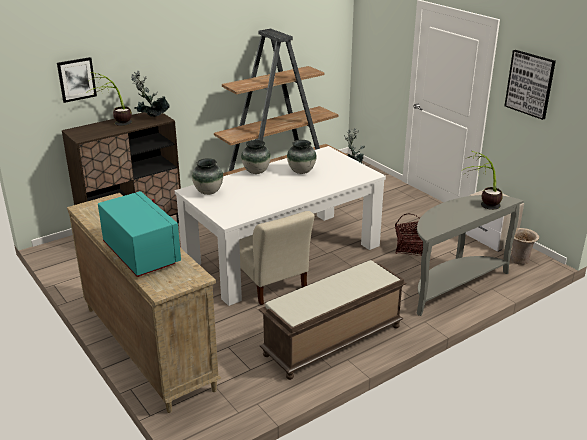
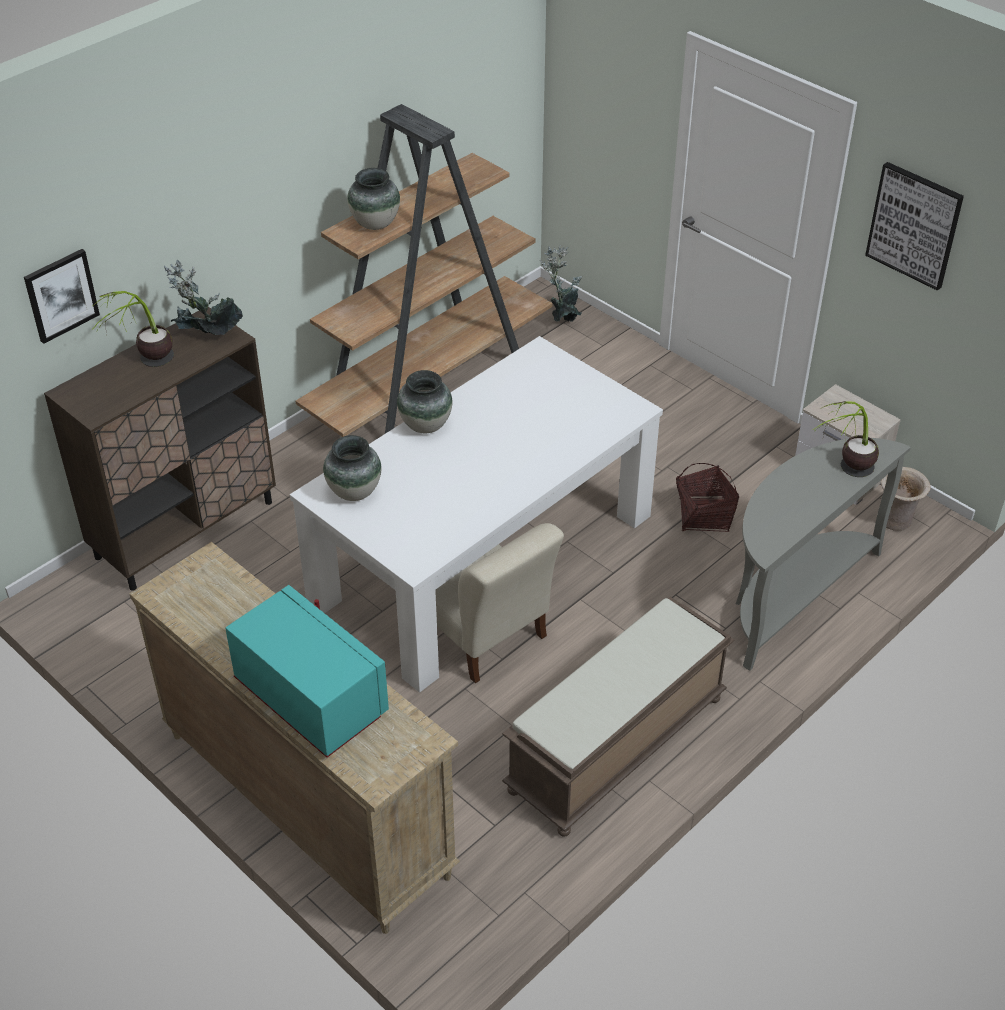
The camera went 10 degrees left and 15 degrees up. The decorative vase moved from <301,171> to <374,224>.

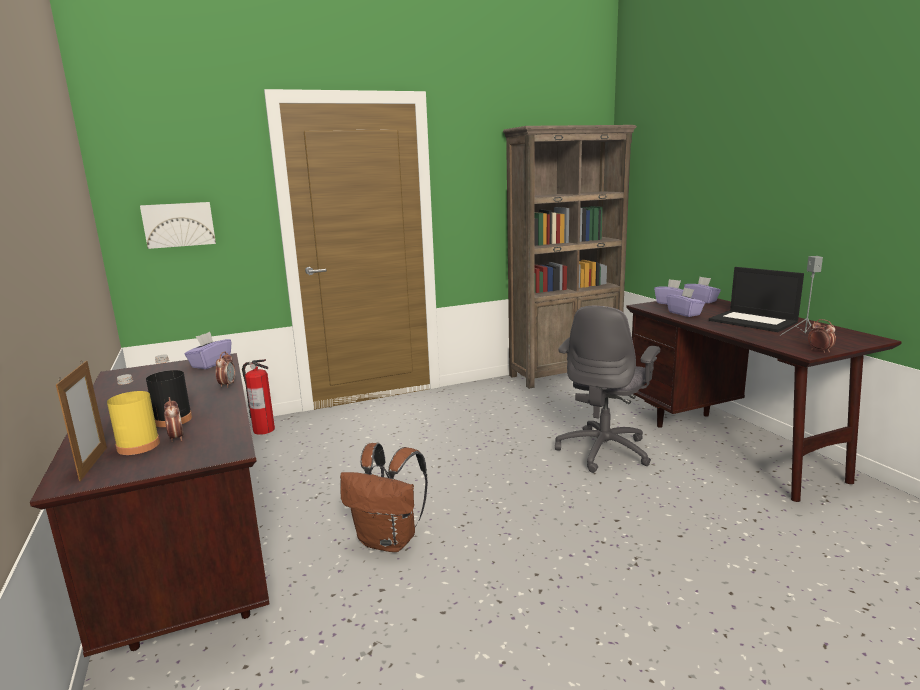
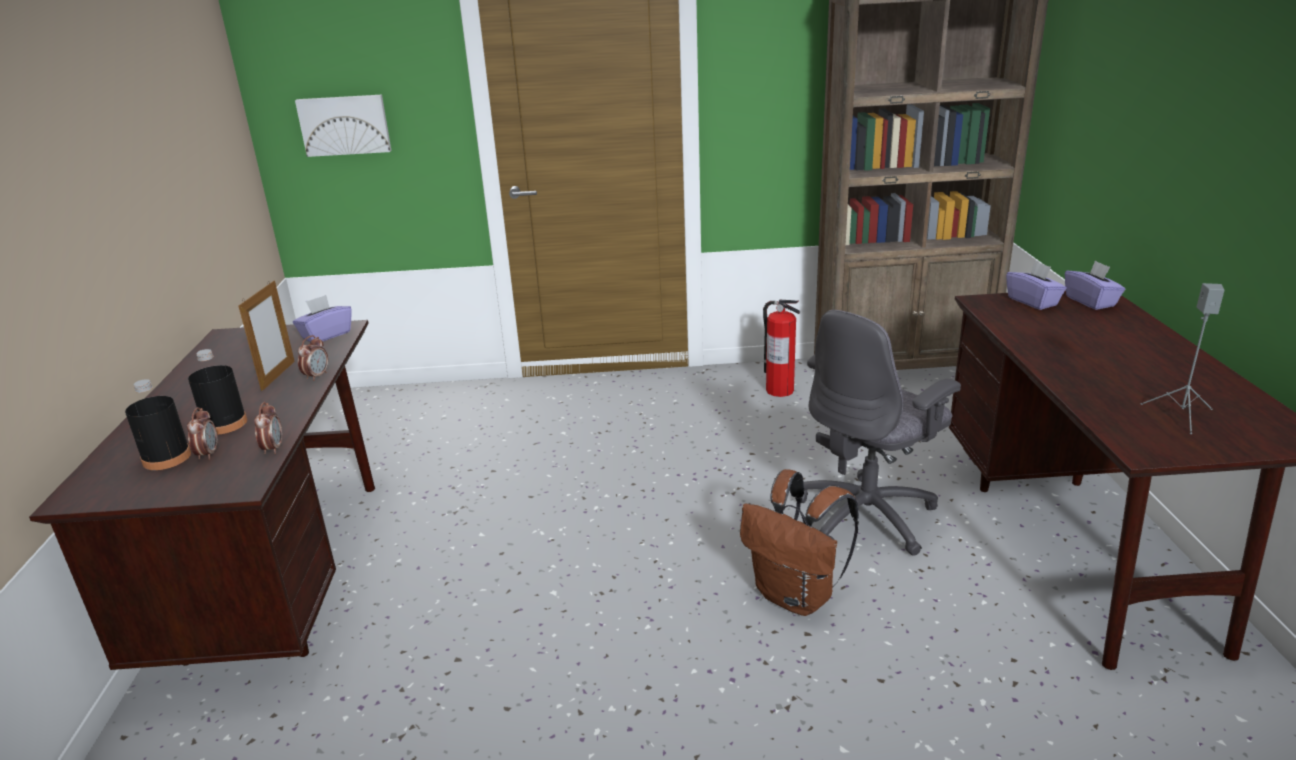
The camera went 20 degrees right and 10 degrees up. The picture frame moved from <93,463> to <278,375>. The beverage bottle/yellowish at <138,446> became the beverage bottle/blackish at <167,458>. The extinguisher moved from <263,430> to <779,390>. The knapsack/brown moved from <389,540> to <797,596>. The box of tissues/purplish at <684,313> disappeared. The notebook computer at <754,321> disappeared. The bedside clock moved from <819,351> to <273,448>.

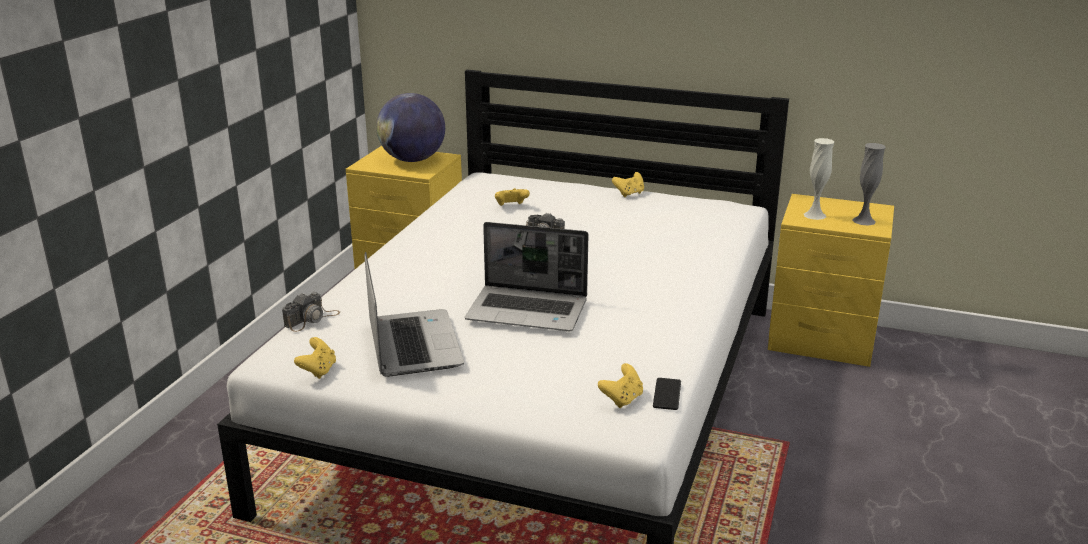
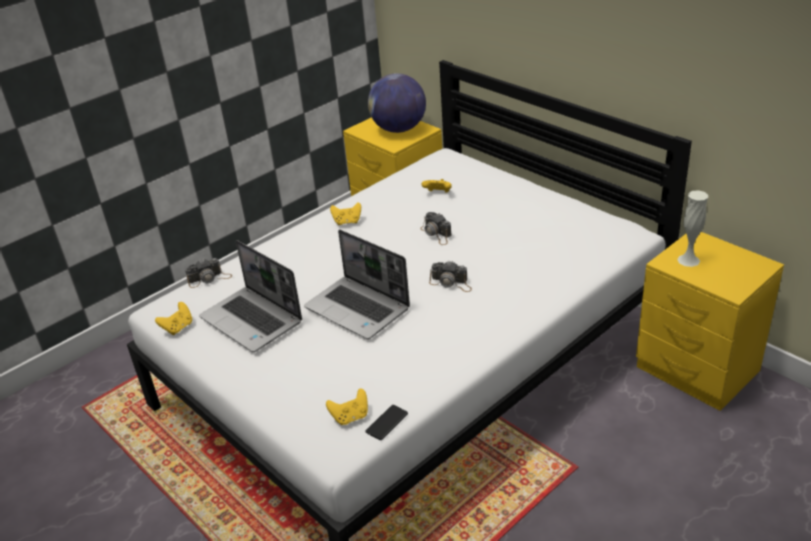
The camera went 30 degrees right and 10 degrees up. The notebook computer at <412,344> turned 120 degrees clockwise. The gamepad/yellowish moved from <629,194> to <347,222>. The decorative vase/grey at <864,221> disappeared. The photo camera at <451,283> appeared.

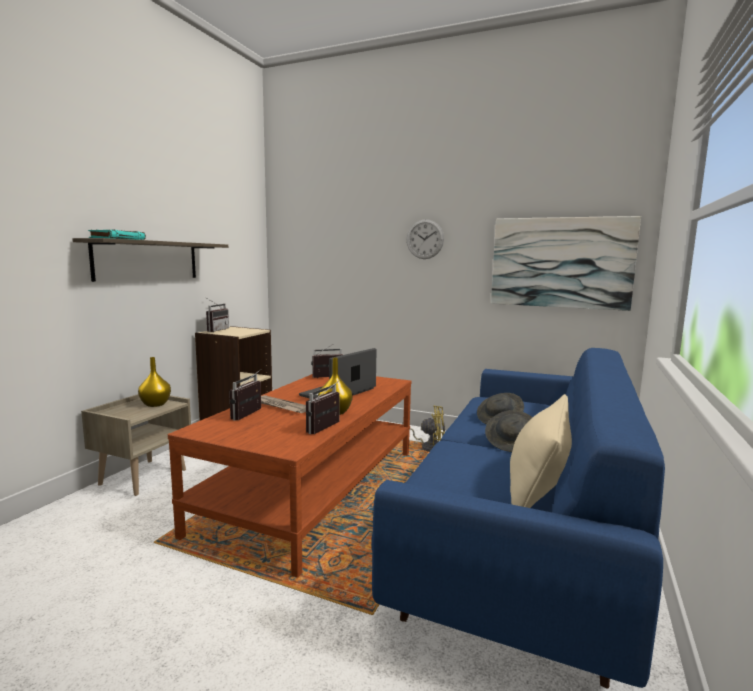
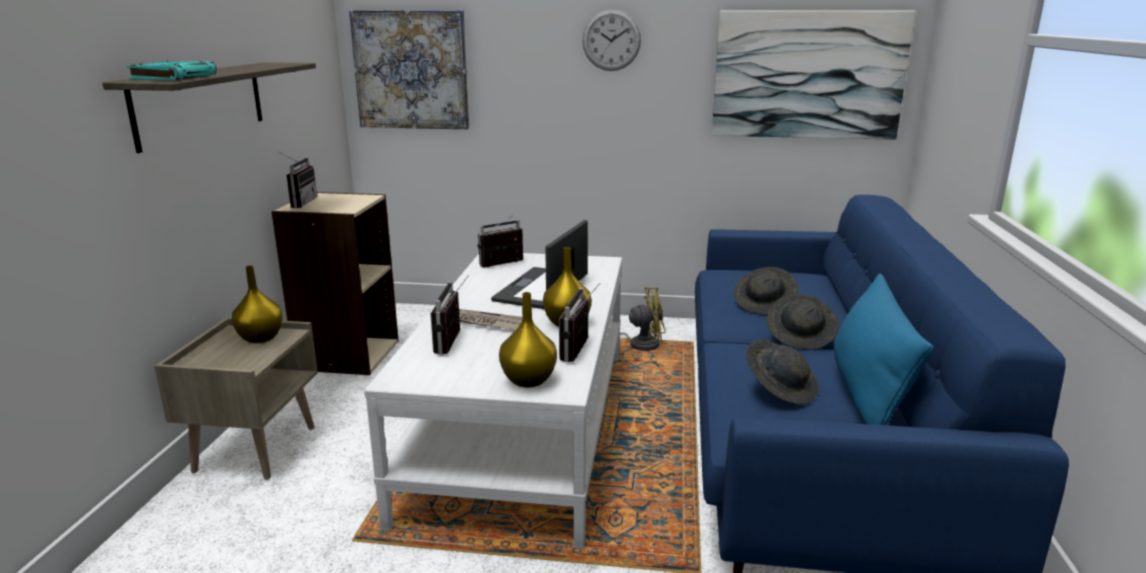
The camera went 15 degrees left and 10 degrees up. The low table/brown at <313,489> became the low table/white at <523,428>. The cushion/beige-coloured at <538,486> became the cushion/blue-coloured at <867,392>. The picture at <411,70> appeared. The decorative vase/yellowish at <529,380> appeared. The clothing hat/grey at <780,389> appeared.

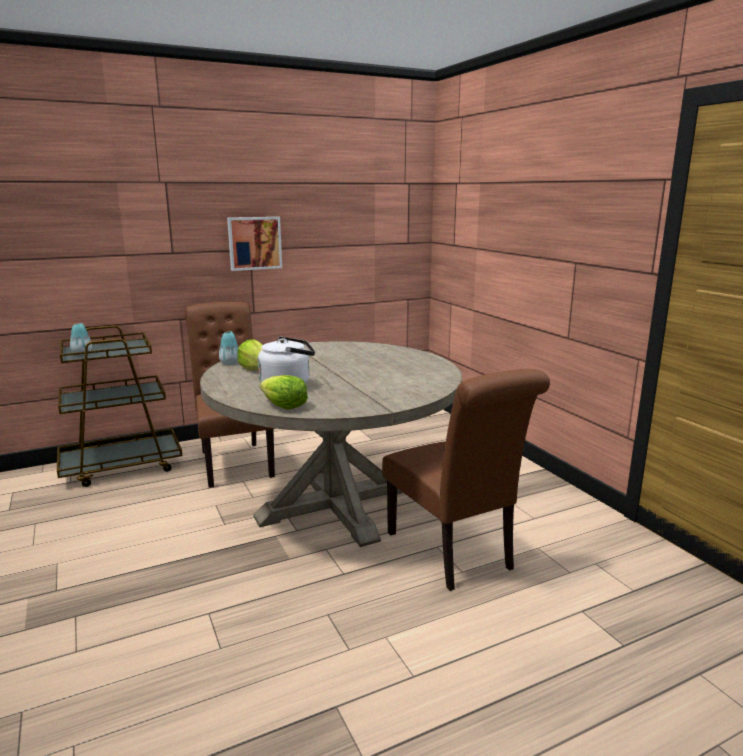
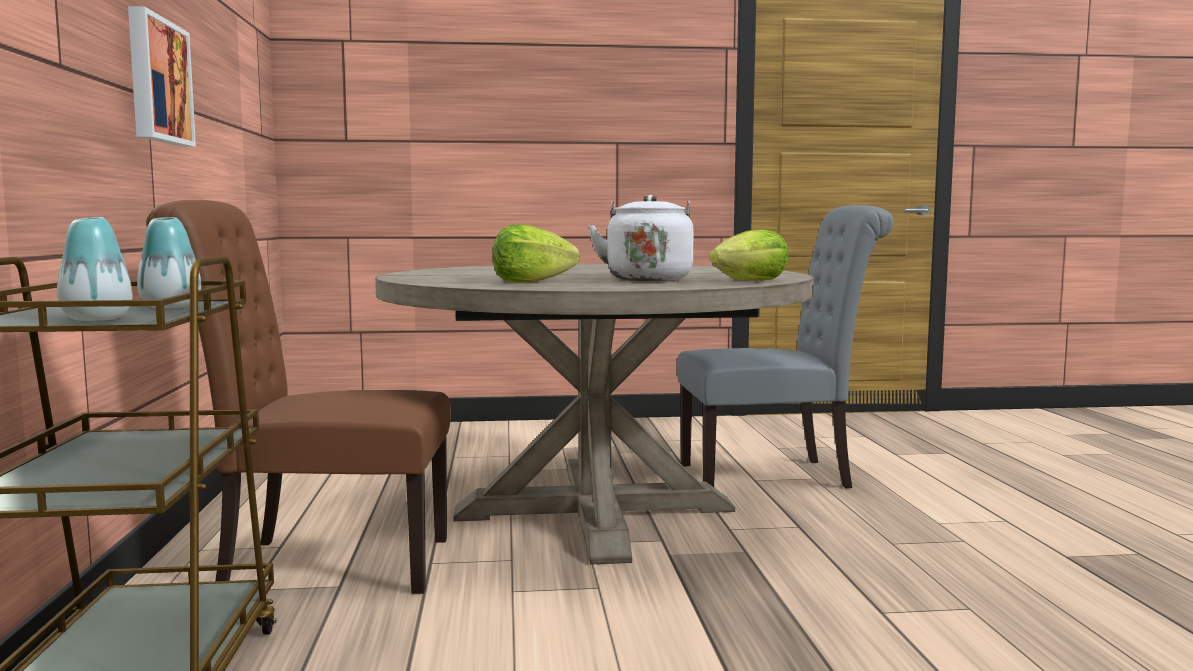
The camera went 70 degrees left and 10 degrees down. The decorative vase moved from <230,363> to <171,307>. The chair/brown at <454,554> became the chair/grey at <775,476>.

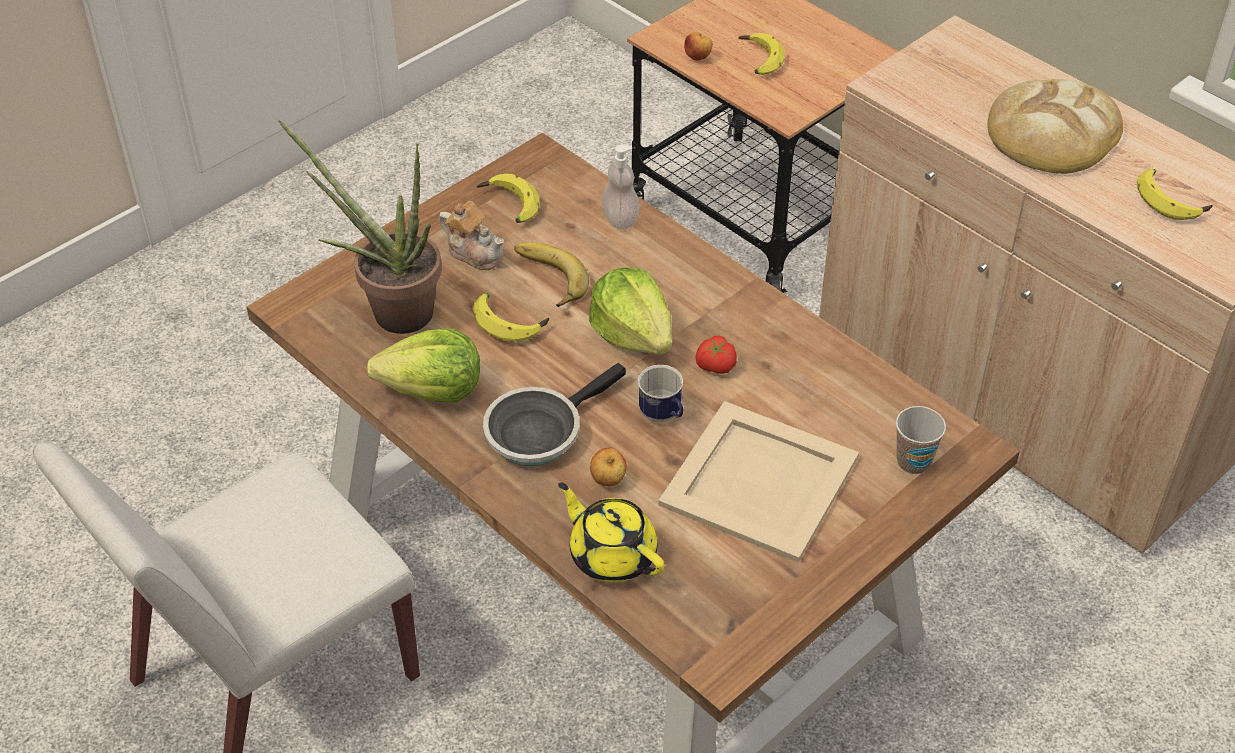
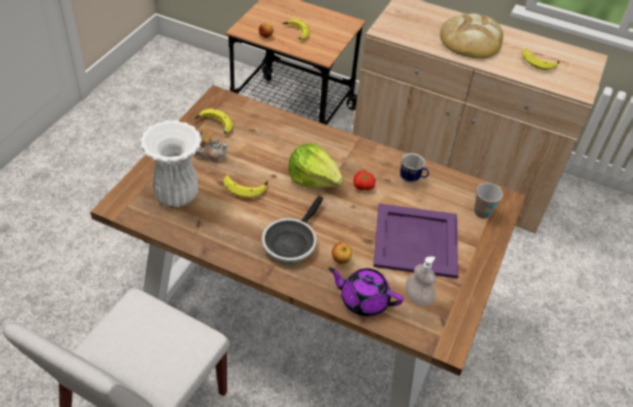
The camera went 25 degrees left and 0 degrees up. The plant in a pot at <391,310> was replaced by the decorative vase/white at <176,195>. The lettuce at <433,390> disappeared. The whole banana at <546,279> disappeared. The teapot/yellowish at <611,554> became the teapot/purplish at <363,300>. The liquid soap bottle moved from <620,219> to <418,298>. The mug moved from <663,416> to <412,179>. The serving tray/beige-coloured at <760,482> became the serving tray/purplish at <416,241>.

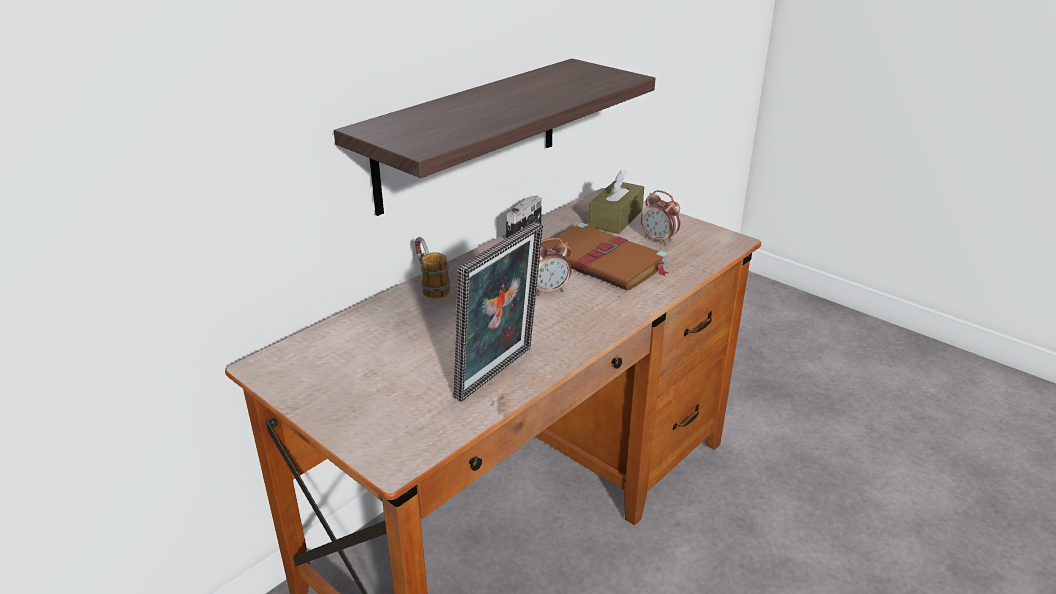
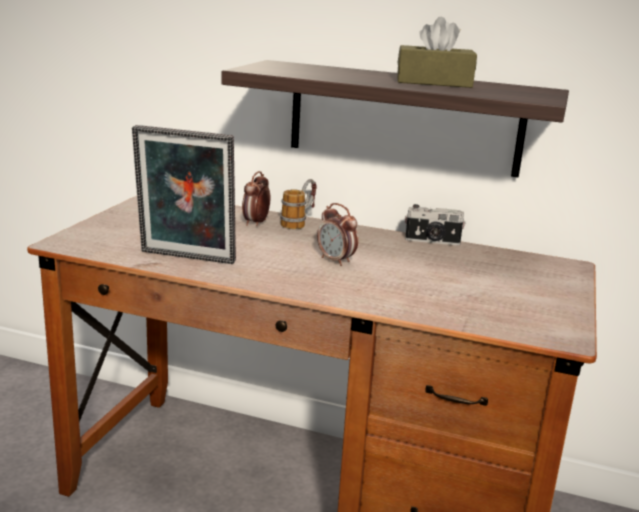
The camera went 65 degrees right and 10 degrees down. The volume/brown at <604,262> disappeared. The box of tissues/brown moved from <616,218> to <434,82>. The bedside clock moved from <659,240> to <256,223>.

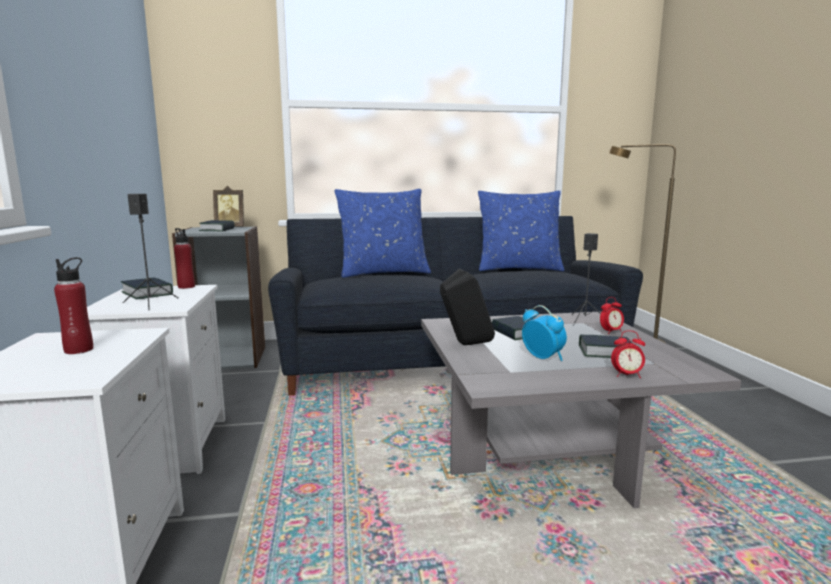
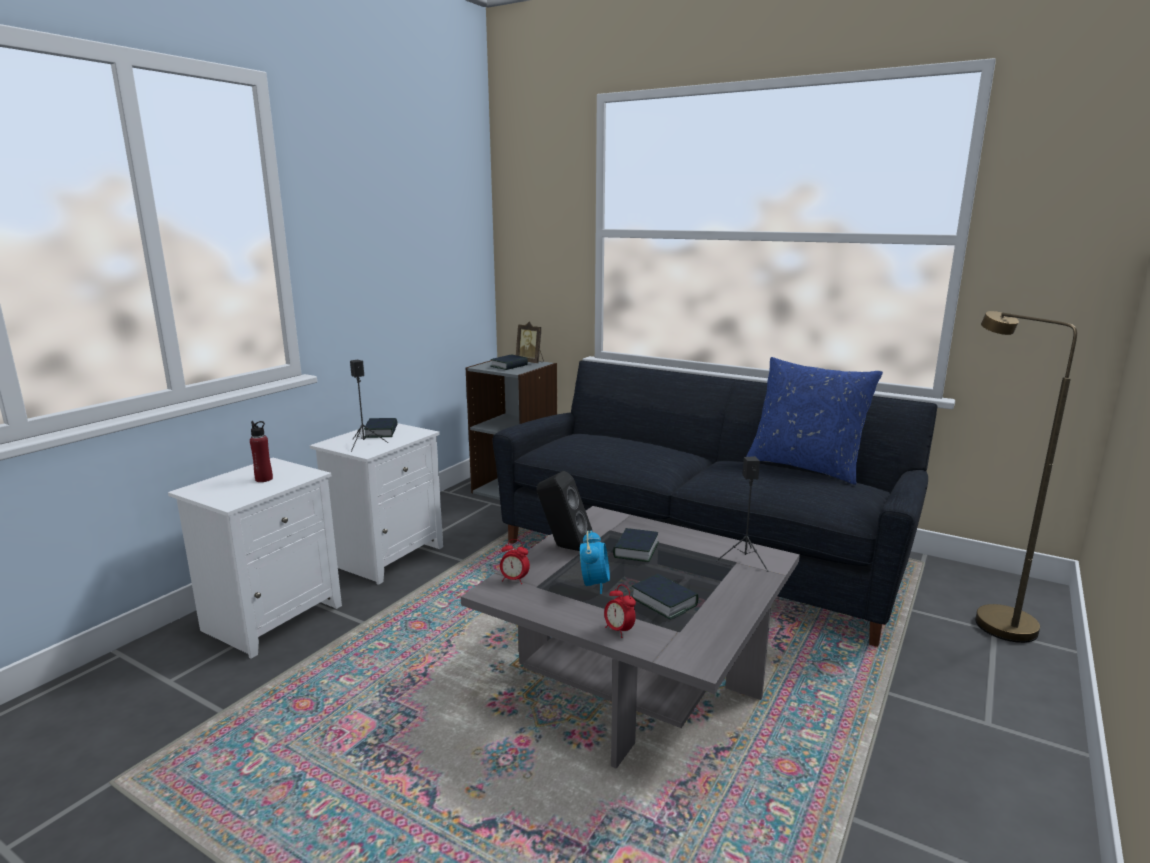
The camera went 40 degrees right and 5 degrees up. The beverage bottle/red-coloured at <186,287> disappeared. The cushion/blue-coloured at <383,273> disappeared. The bedside clock moved from <610,332> to <514,580>.

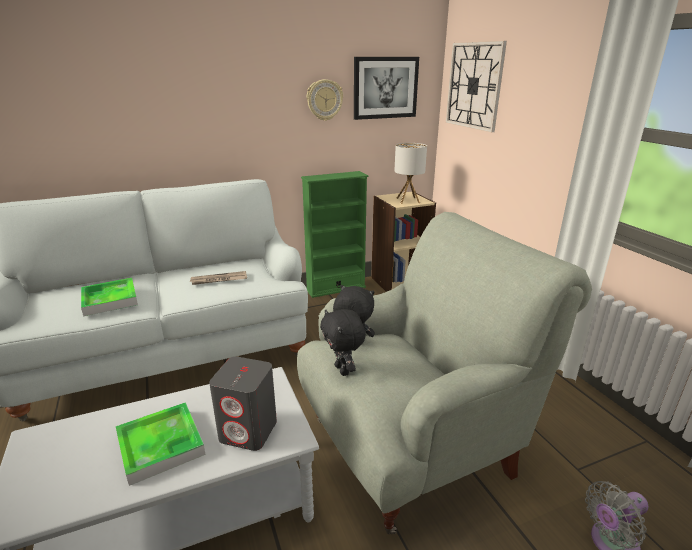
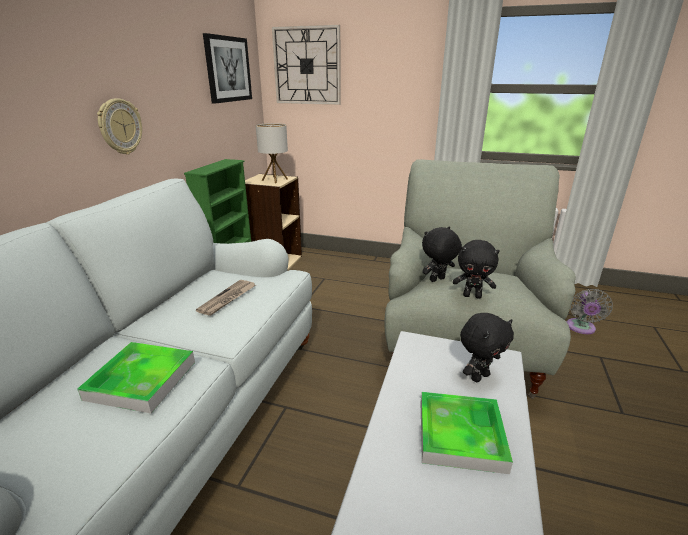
The camera went 50 degrees left and 0 degrees up. The speaker/grey at <249,431> was replaced by the cuddly toy/blackish at <479,376>. The clock on the wall moved from <324,100> to <120,127>.

